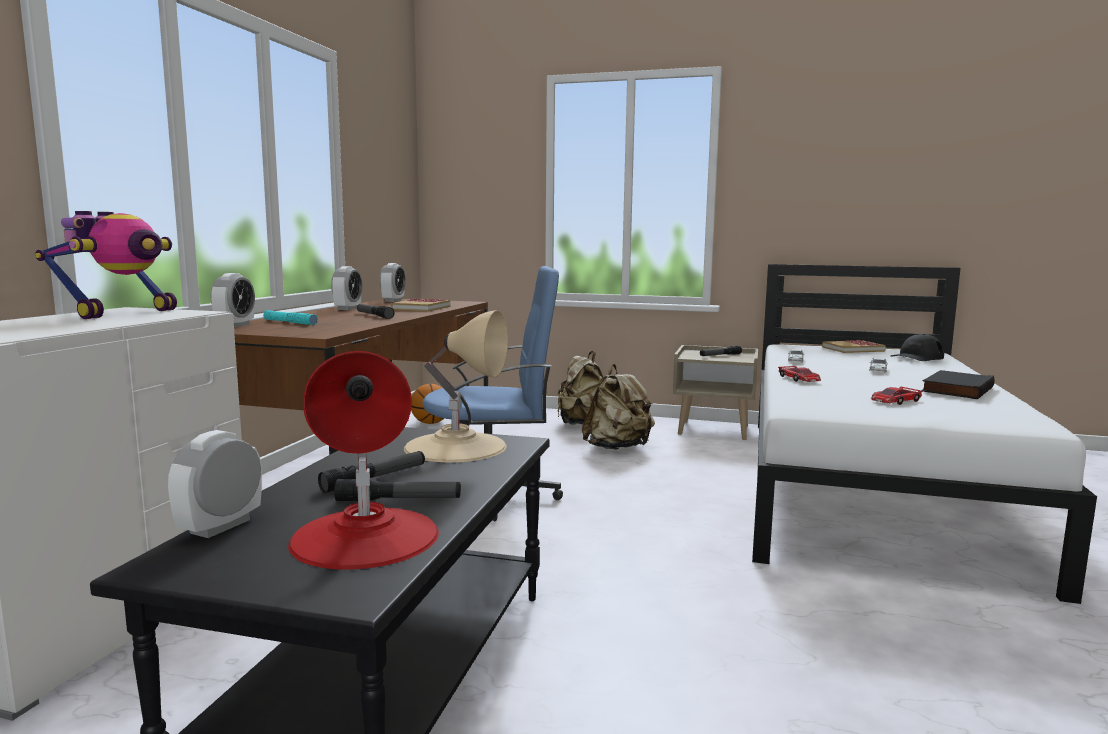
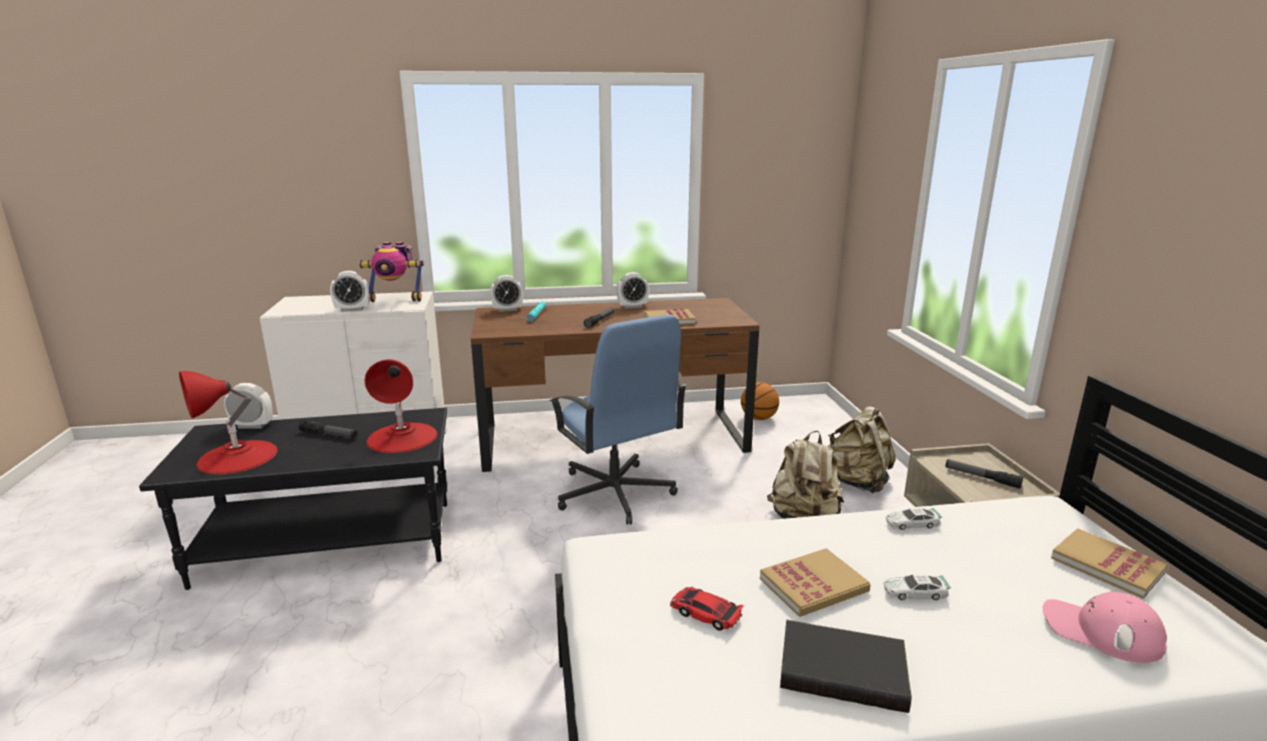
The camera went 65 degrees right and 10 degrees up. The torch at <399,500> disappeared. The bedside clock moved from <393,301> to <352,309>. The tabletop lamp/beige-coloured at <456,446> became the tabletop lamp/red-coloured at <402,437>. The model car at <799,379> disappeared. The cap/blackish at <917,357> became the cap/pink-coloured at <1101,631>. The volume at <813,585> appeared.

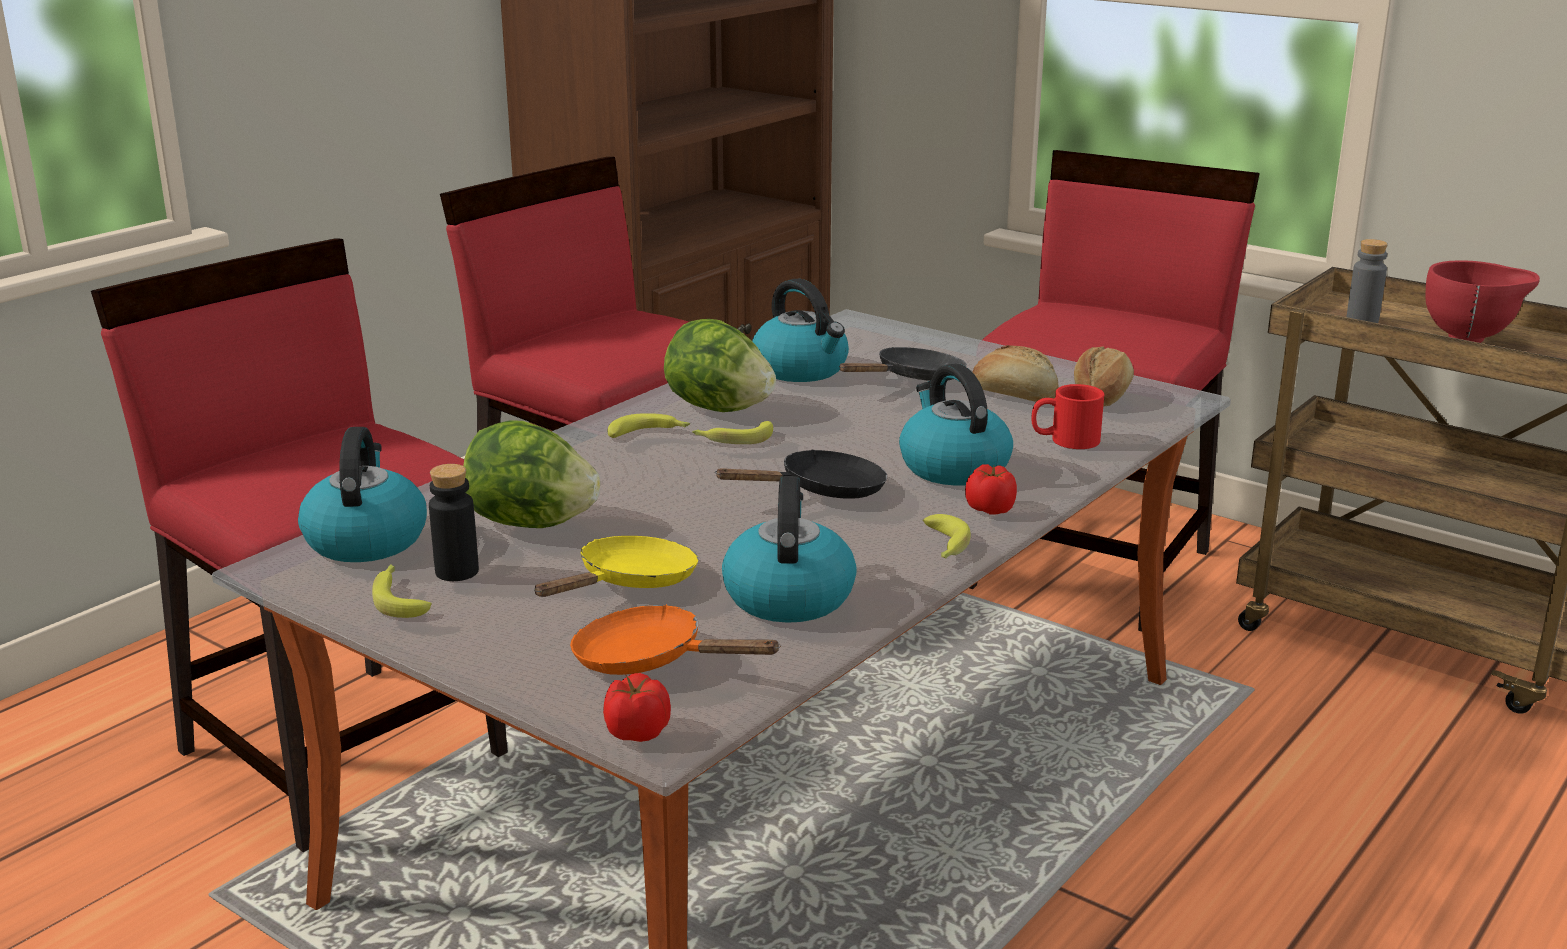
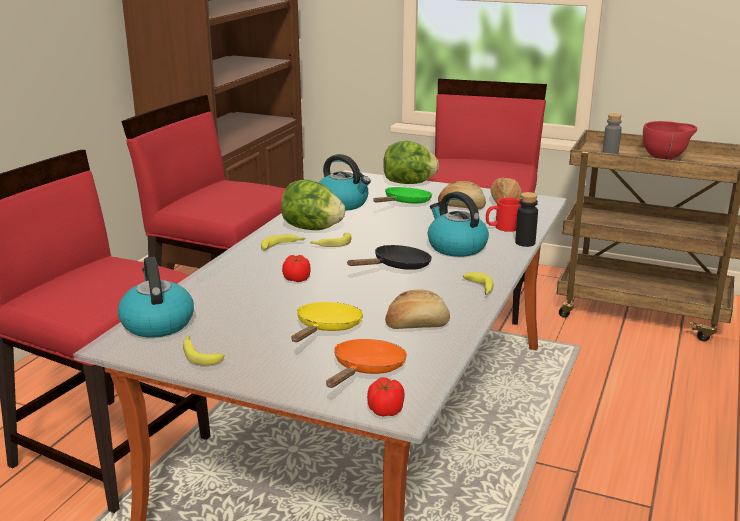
The camera went 15 degrees left and 0 degrees up. The beverage bottle/blackish moved from <457,572> to <525,243>. The lettuce moved from <531,523> to <409,183>. The pan/orange at <650,660> turned 105 degrees clockwise. The tea kettle at <788,596> was replaced by the bakery bread at <417,325>. The pan/blackish at <913,379> became the pan/green-coloured at <405,203>. The whole tomato moved from <991,509> to <297,279>.

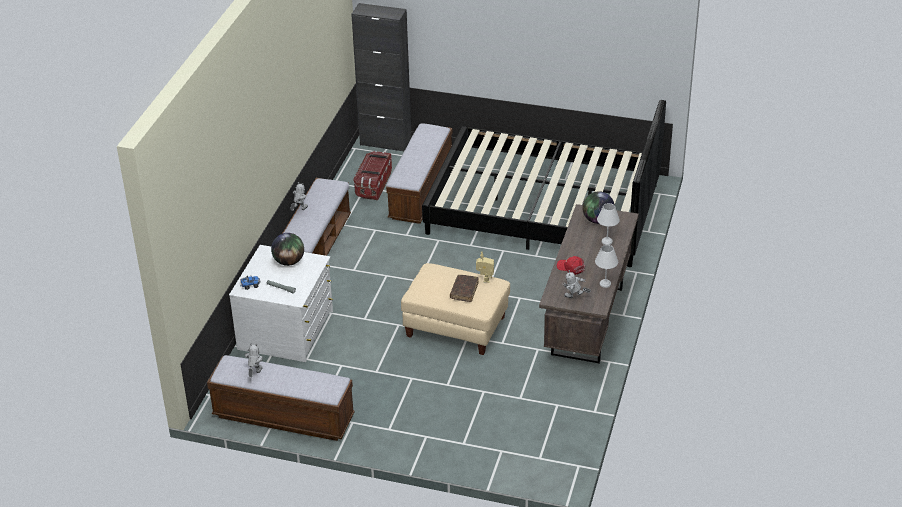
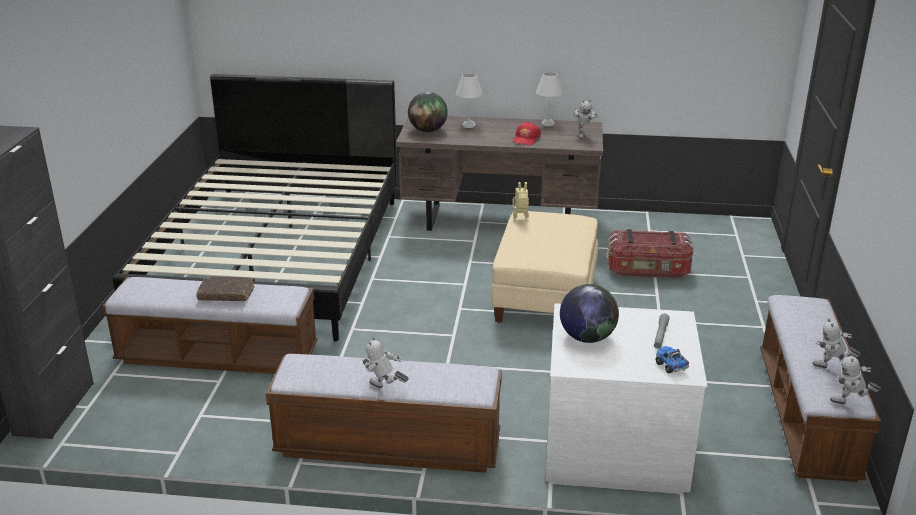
The camera went 100 degrees left and 10 degrees down. The storage container moved from <373,185> to <648,270>. The volume/brown moved from <464,291> to <226,294>. The model robot at <850,404> appeared.

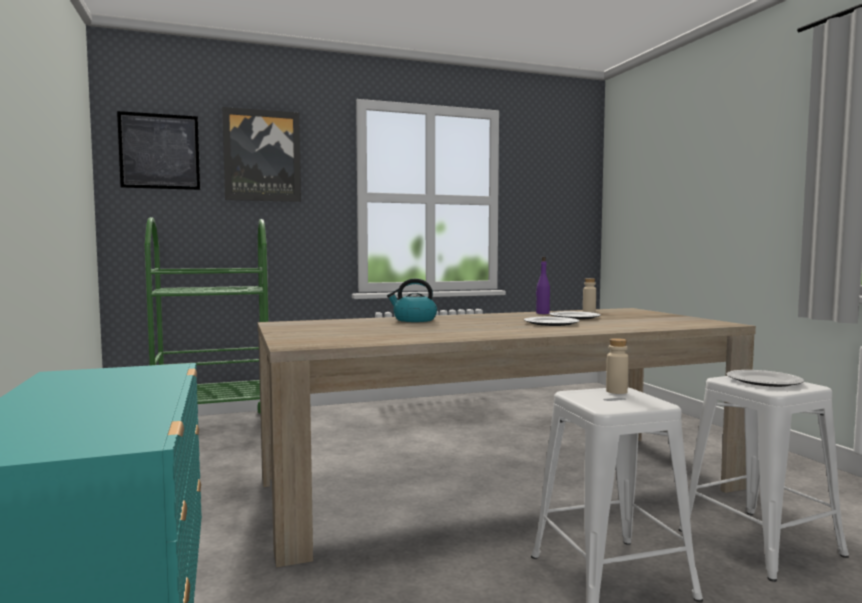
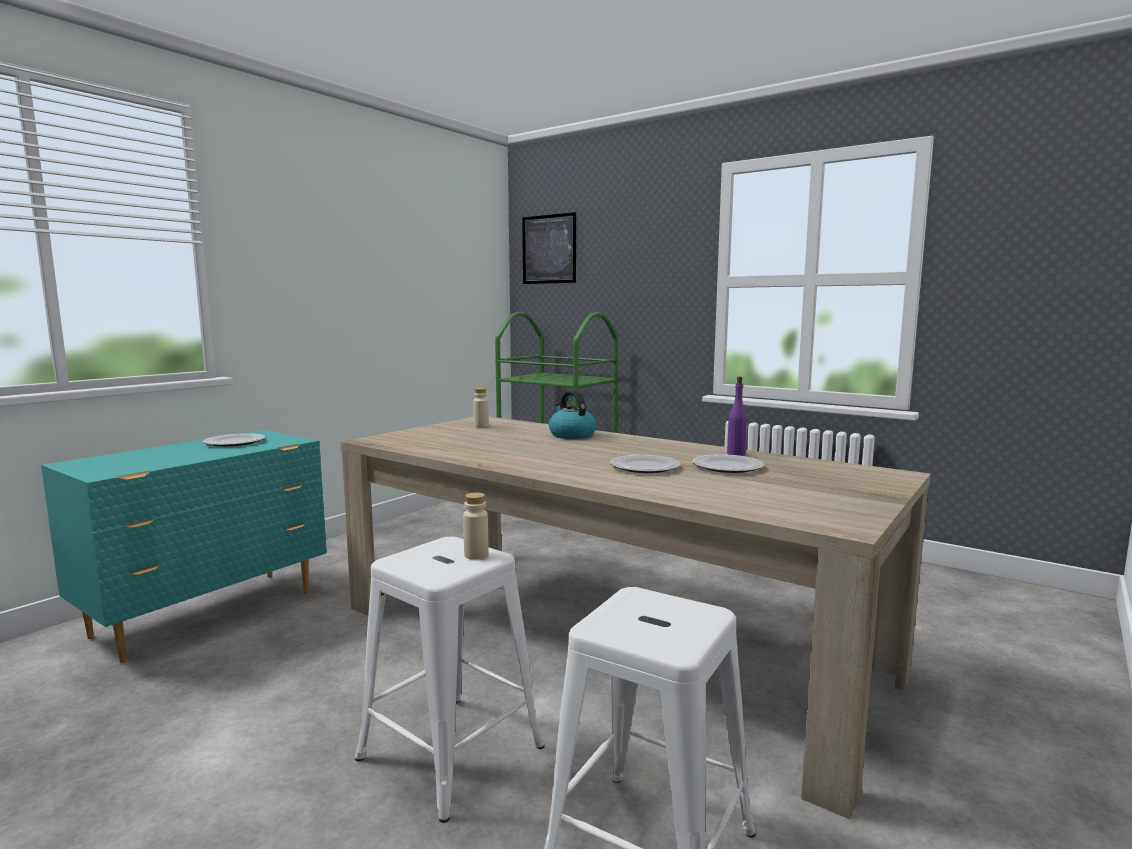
The camera went 55 degrees right and 5 degrees up. The picture at <262,156> disappeared. The beverage bottle/beige-coloured moved from <589,311> to <481,426>. The flat dish moved from <763,381> to <235,442>.

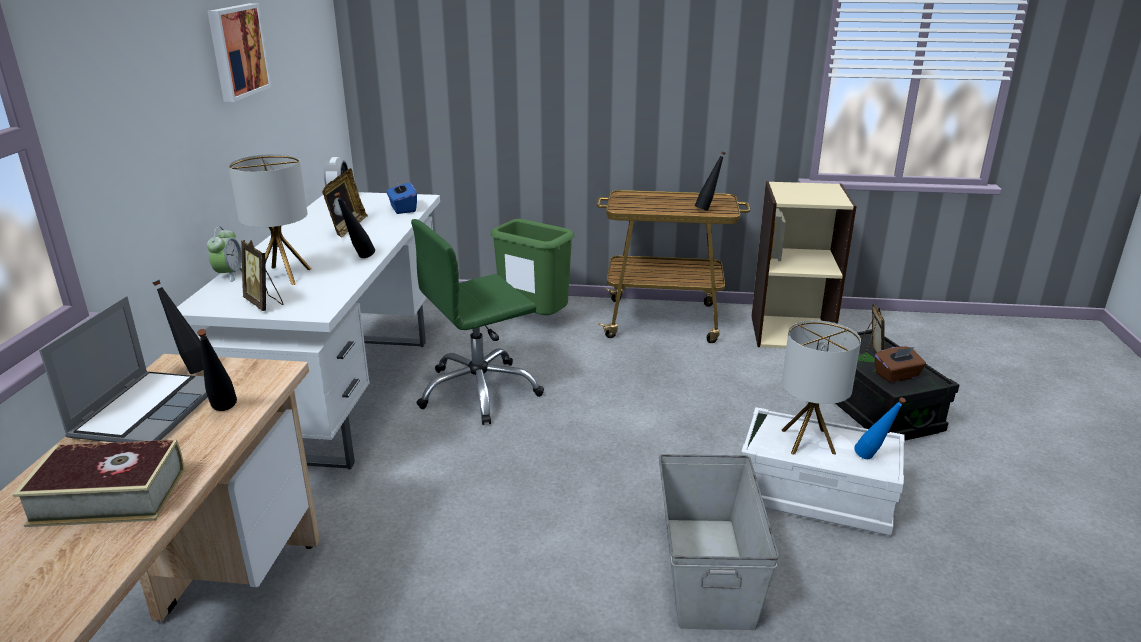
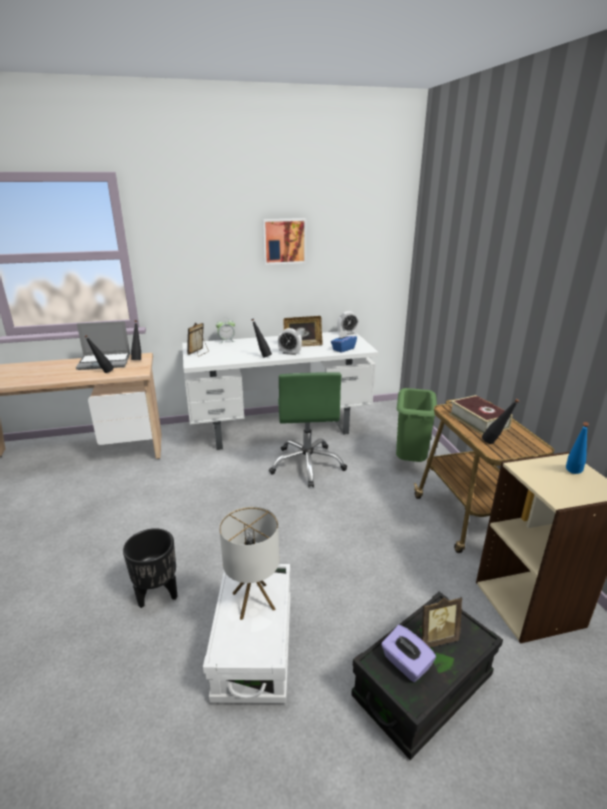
The camera went 70 degrees right and 0 degrees up. The volume moved from <109,496> to <478,421>. The tabletop lamp at <283,276> disappeared. The computer chair/green-coloured at <479,391> turned 135 degrees counterclockwise. The storage container/grey at <708,569> was replaced by the flower pot/blackish at <158,595>. The beverage bottle/blue-coloured moved from <872,460> to <572,474>. The box of tissues/brown at <897,376> became the box of tissues/purplish at <405,663>. The bedside clock at <290,353> appeared.

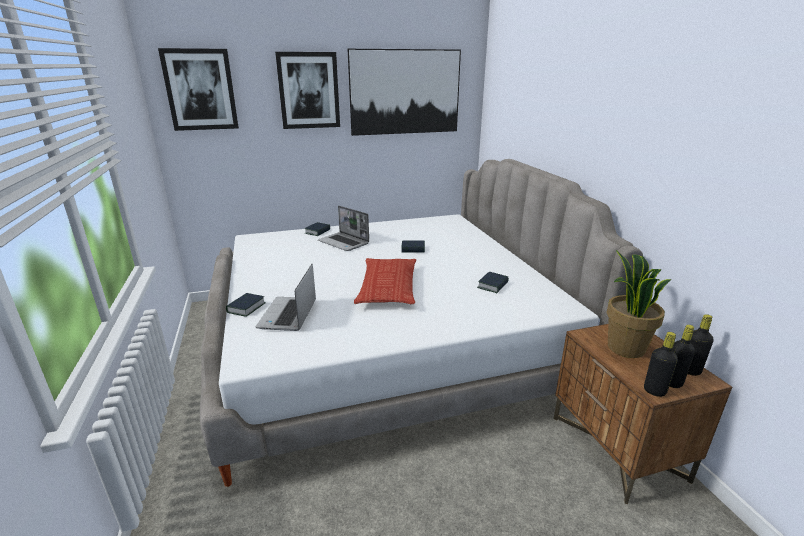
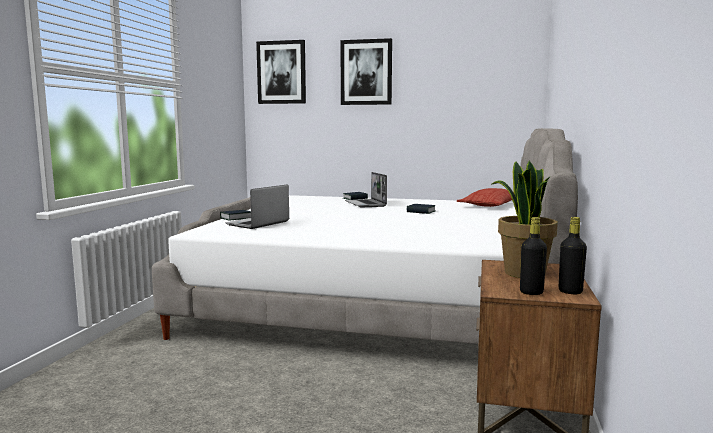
The camera went 30 degrees right and 15 degrees down. The picture at <405,92> disappeared. The cushion moved from <388,287> to <491,204>. The volume at <493,285> disappeared. The beverage bottle/blackish at <654,391> disappeared.

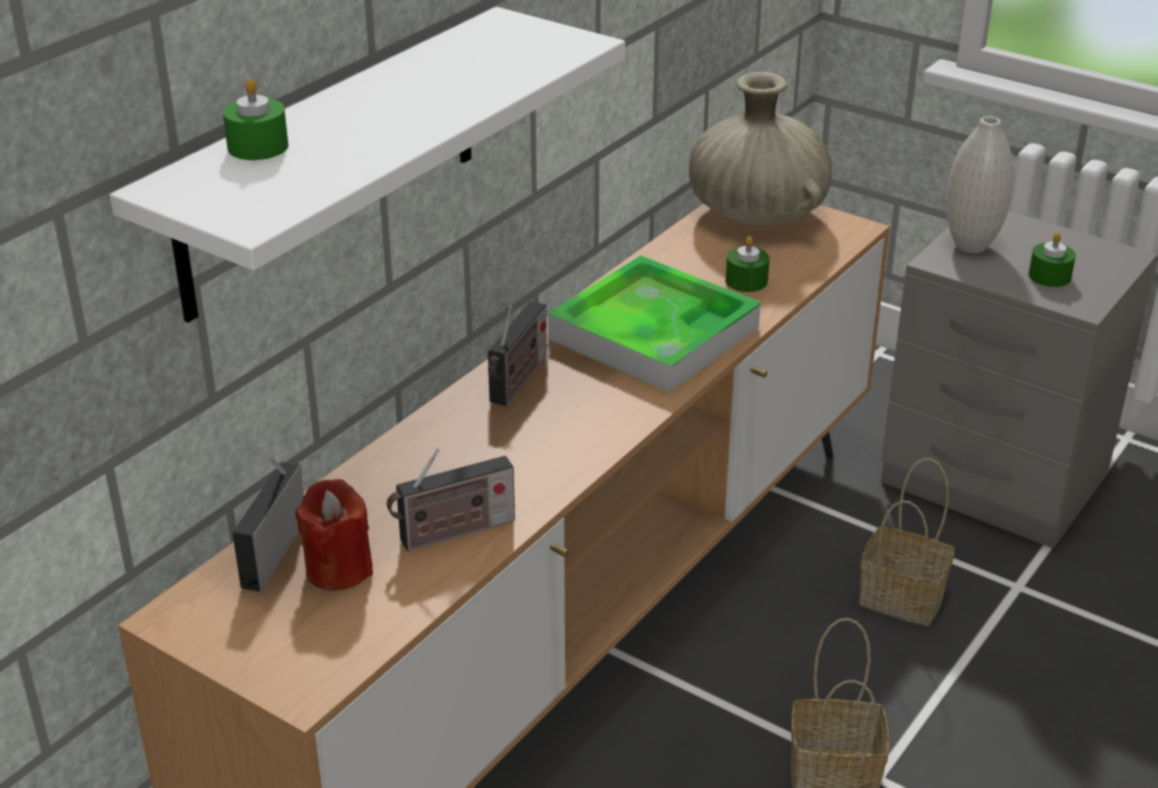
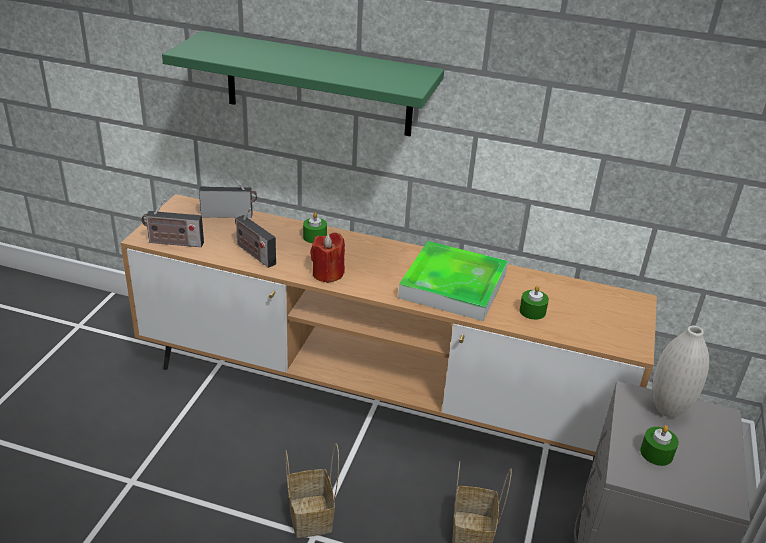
The camera went 70 degrees right and 0 degrees up. The wall shelf/white at <331,162> became the wall shelf/green-coloured at <318,84>. The wax candle/green-coloured moved from <258,146> to <315,237>. The wax candle/red-coloured moved from <338,569> to <328,274>. The radio moved from <518,381> to <173,243>. The decorative vase/beige-coloured at <756,215> disappeared.

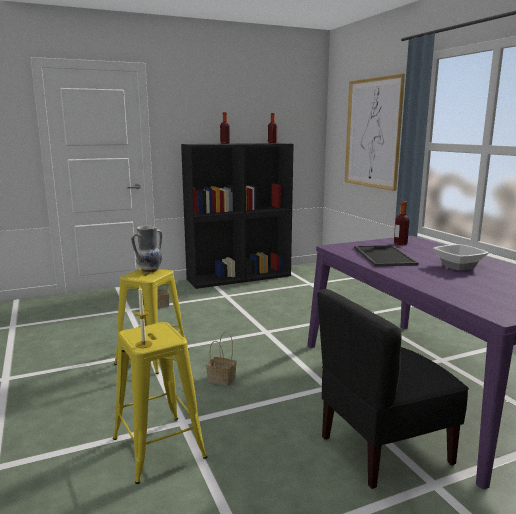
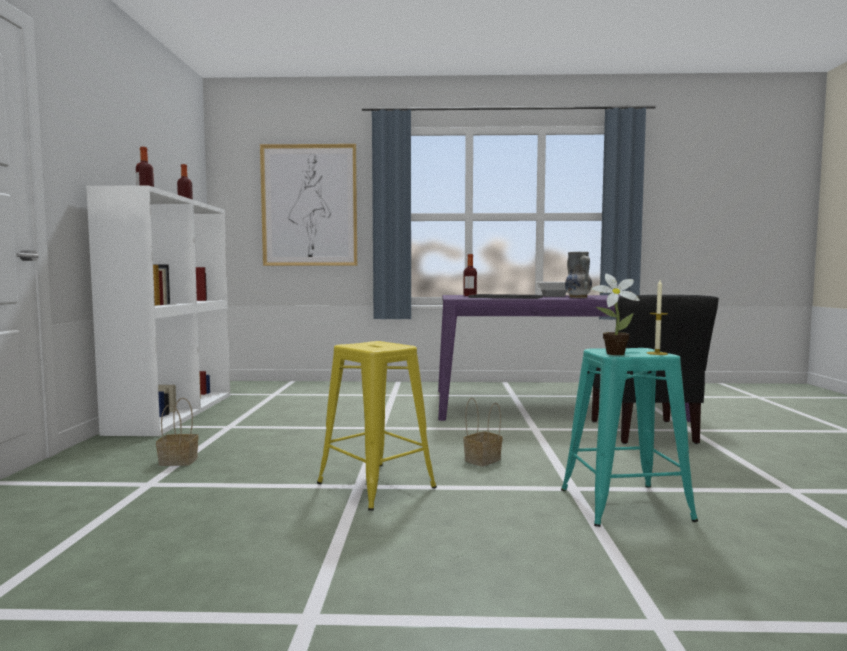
The camera went 65 degrees left and 10 degrees down. The sitting stool/yellowish at <158,448> became the sitting stool/blue-green at <624,505>. The decorative vase moved from <149,270> to <577,297>. The shelving unit/blackish at <239,277> became the shelving unit/white at <173,412>. The plant in a pot at <612,354> appeared.

